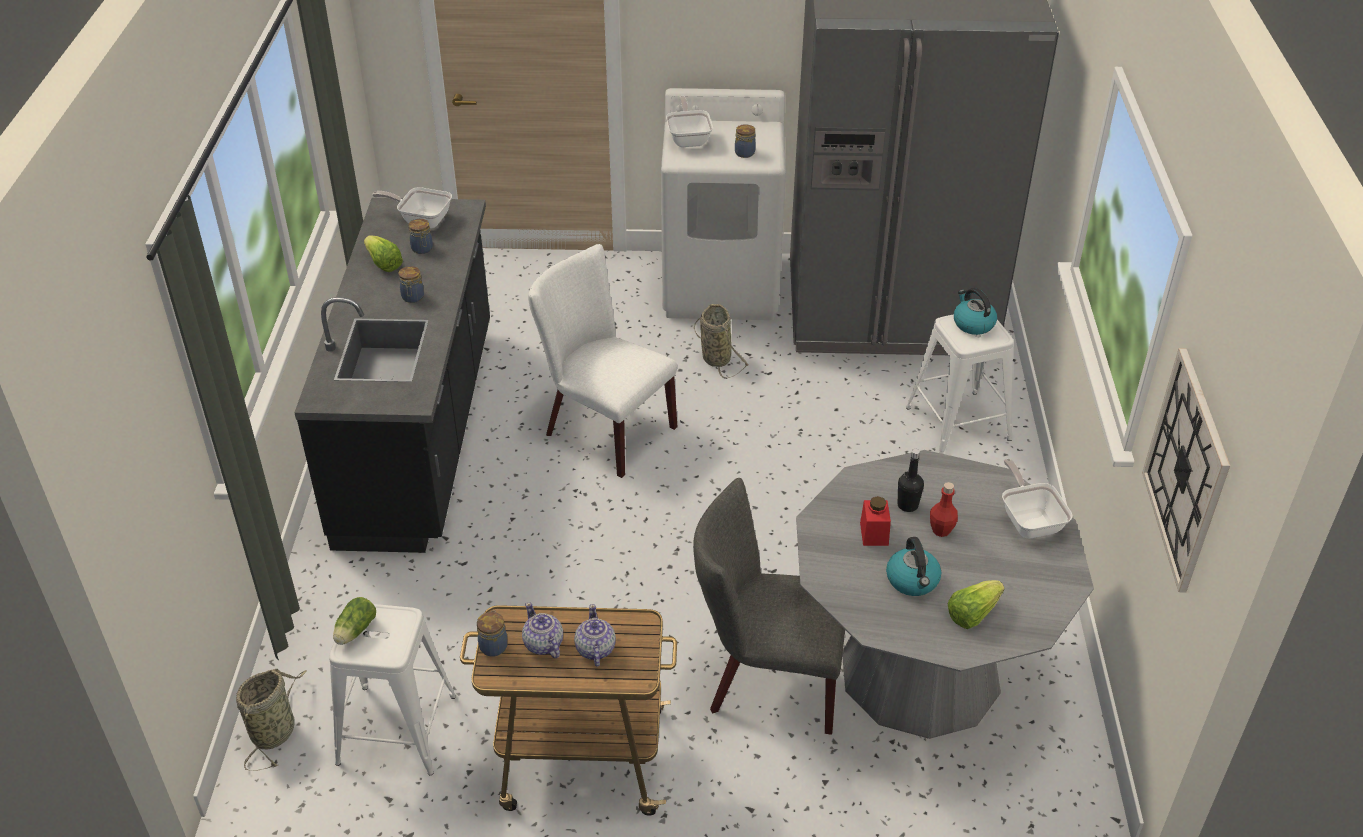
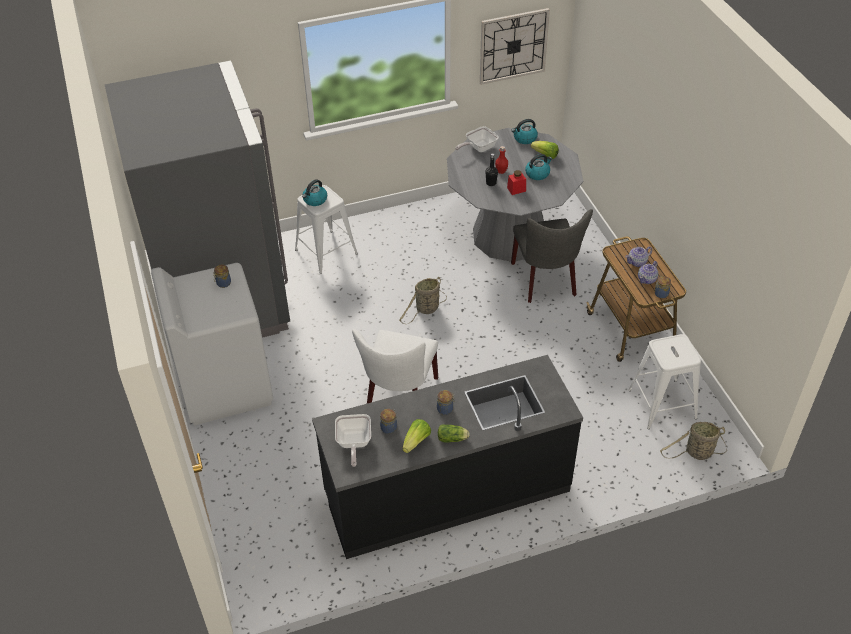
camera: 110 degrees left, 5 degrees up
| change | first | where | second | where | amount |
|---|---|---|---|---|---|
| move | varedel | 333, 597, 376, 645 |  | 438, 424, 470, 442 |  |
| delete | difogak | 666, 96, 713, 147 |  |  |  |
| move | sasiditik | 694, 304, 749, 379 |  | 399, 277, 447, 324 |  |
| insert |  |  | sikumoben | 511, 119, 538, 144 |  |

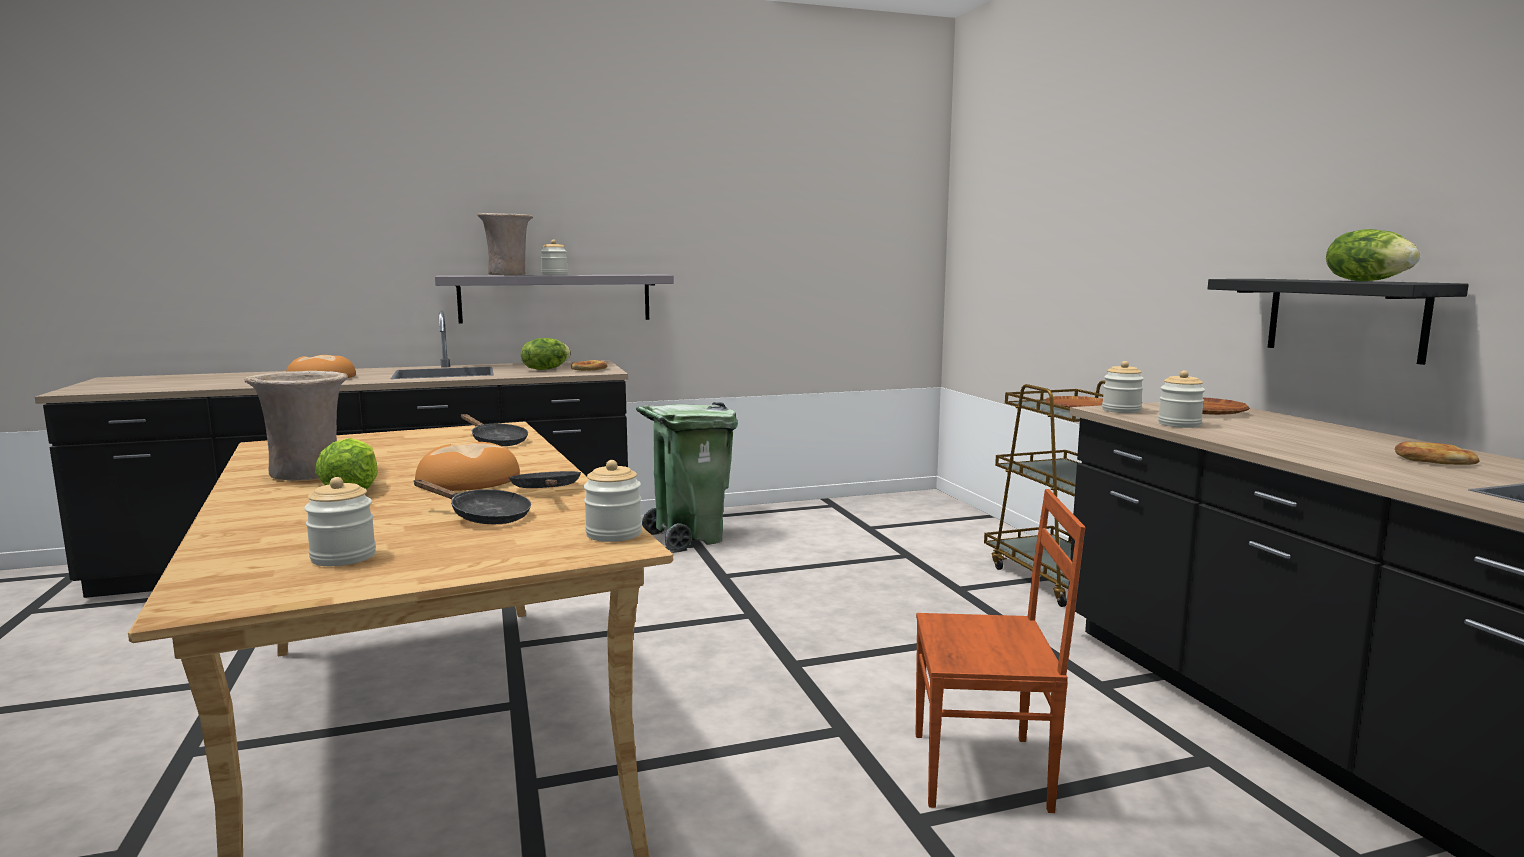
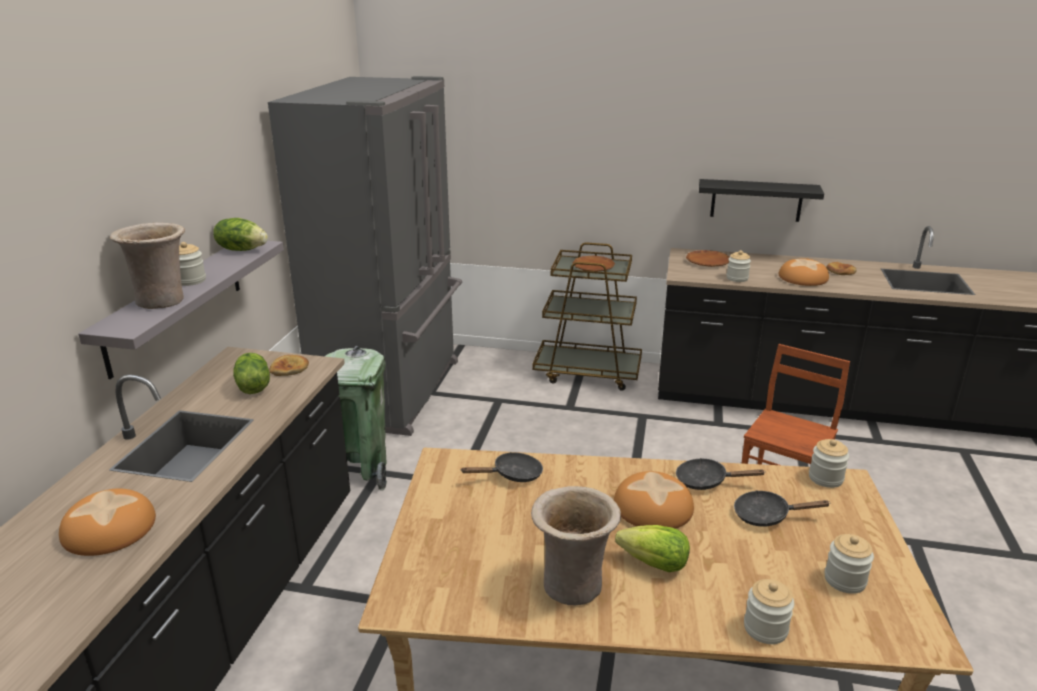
camera: 60 degrees left, 15 degrees up
| change | first | where | second | where | amount |
|---|---|---|---|---|---|
| rotate | difogak (black) | 413, 479, 531, 524 |  | 734, 490, 831, 527 | 135 degrees counterclockwise |
| move | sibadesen | 1102, 361, 1144, 413 |  | 744, 579, 794, 644 |  |
| move | varedel | 1326, 229, 1420, 281 |  | 213, 218, 268, 251 |  |
| insert |  |  | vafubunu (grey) | 268, 76, 462, 436 |  |
| insert |  |  | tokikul | 779, 258, 829, 286 |  |

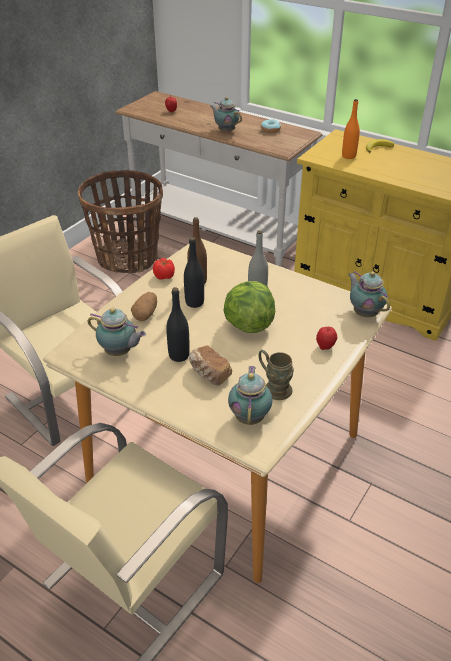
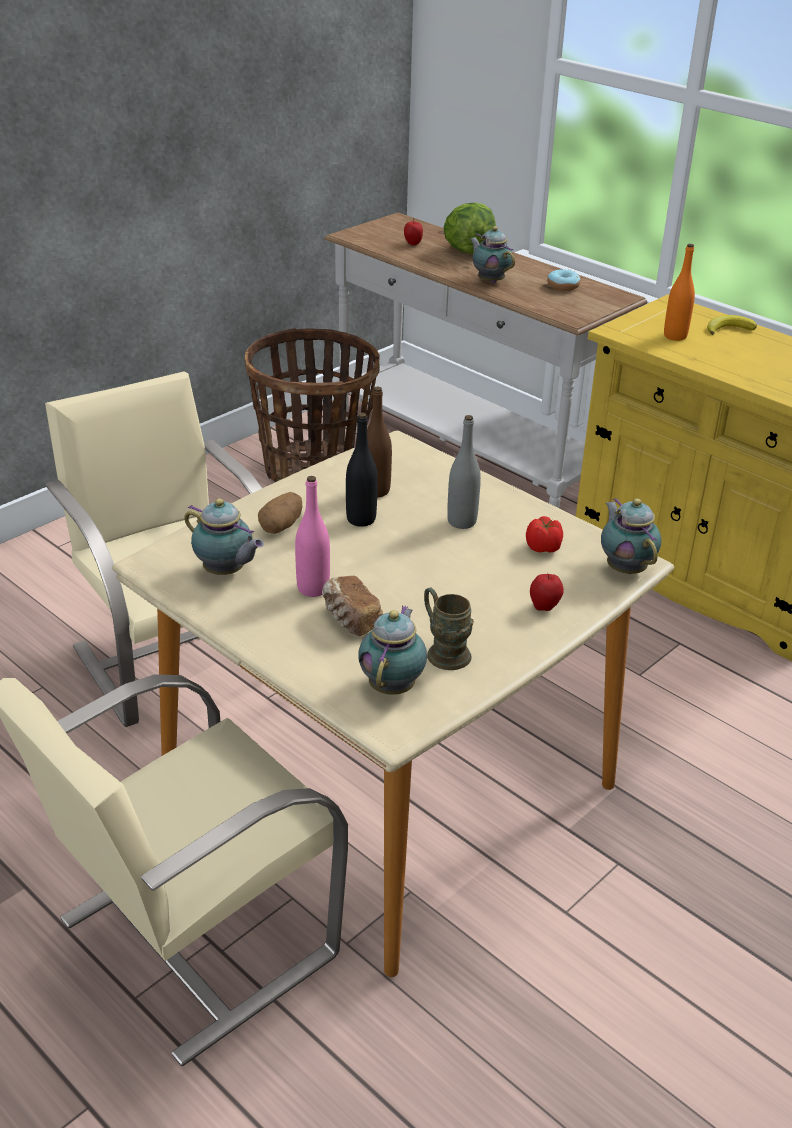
camera: 10 degrees right, 5 degrees down
| change | first | where | second | where | amount |
|---|---|---|---|---|---|
| move | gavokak | 153, 258, 175, 280 |  | 526, 516, 563, 552 |  |
| recolor | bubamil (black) | 166, 287, 190, 362 | bubamil (pink) | 295, 476, 330, 597 |  |
| move | varedel | 223, 281, 275, 333 |  | 443, 202, 496, 254 |  |

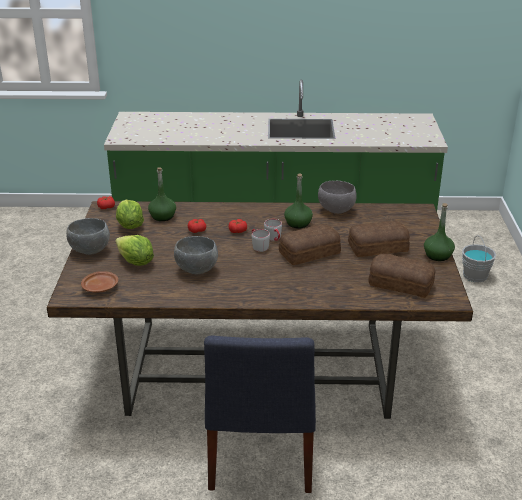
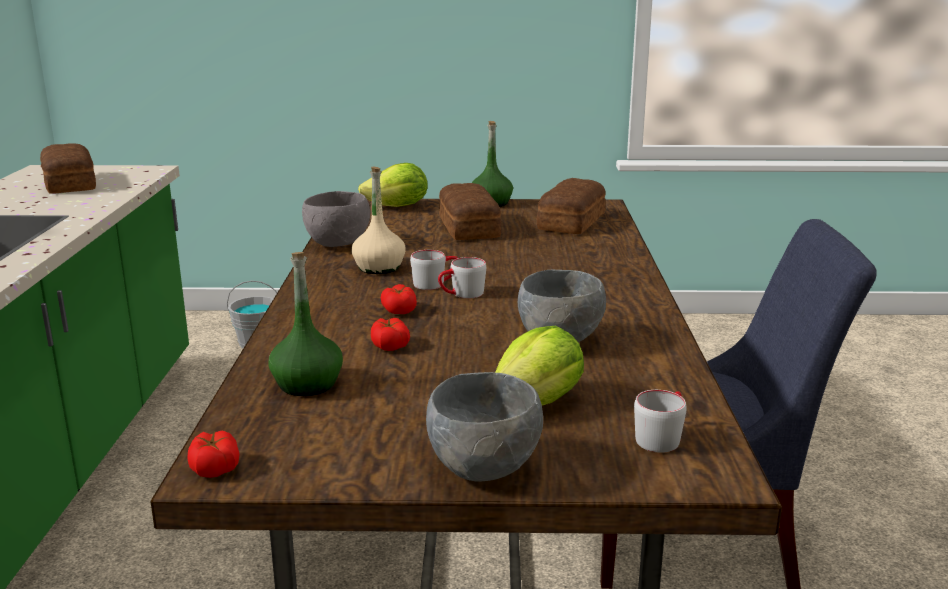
camera: 90 degrees left, 10 degrees down
| change | first | where | second | where | amount |
|---|---|---|---|---|---|
| replace | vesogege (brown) | 81, 271, 118, 293 | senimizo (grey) | 634, 390, 687, 453 |  |
| move | varedel | 116, 200, 144, 229 |  | 358, 163, 428, 207 |  |
| move | tokikul | 279, 224, 341, 265 |  | 40, 143, 96, 194 |  |
| recolor | bubamil (green) | 284, 174, 313, 228 | bubamil (beige) | 352, 167, 405, 274 |  |

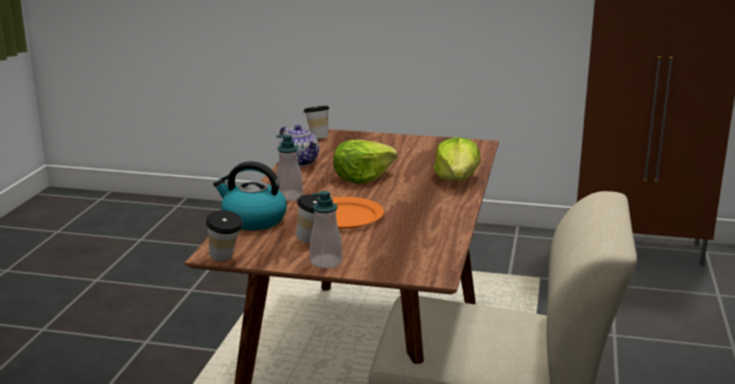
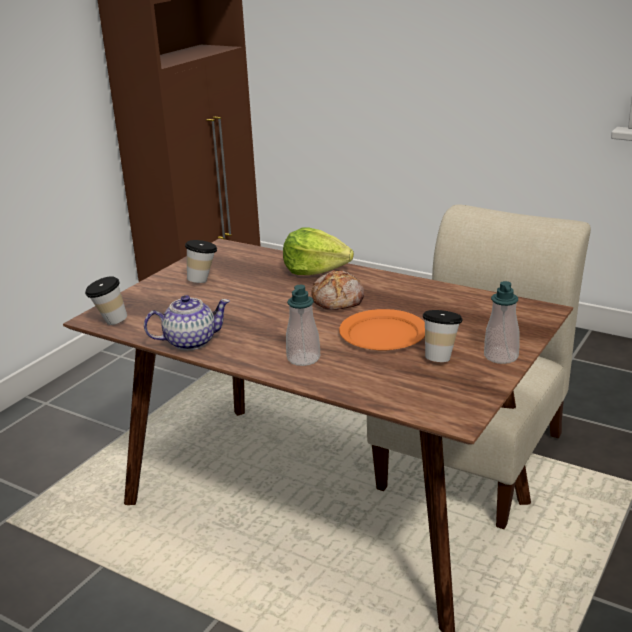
camera: 70 degrees left, 5 degrees up
| change | first | where | second | where | amount |
|---|---|---|---|---|---|
| move | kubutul | 206, 210, 243, 261 |  | 185, 240, 217, 283 |  |
| delete | sikumoben | 213, 161, 287, 231 |  |  |  |
| delete | varedel | 333, 140, 397, 184 |  |  |  |
| insert |  |  | tokikul | 311, 270, 364, 310 |  |

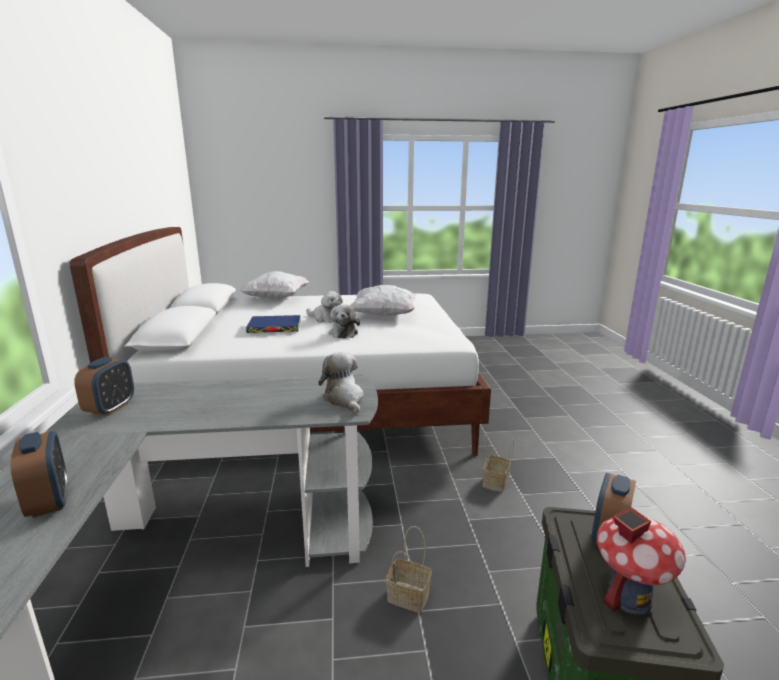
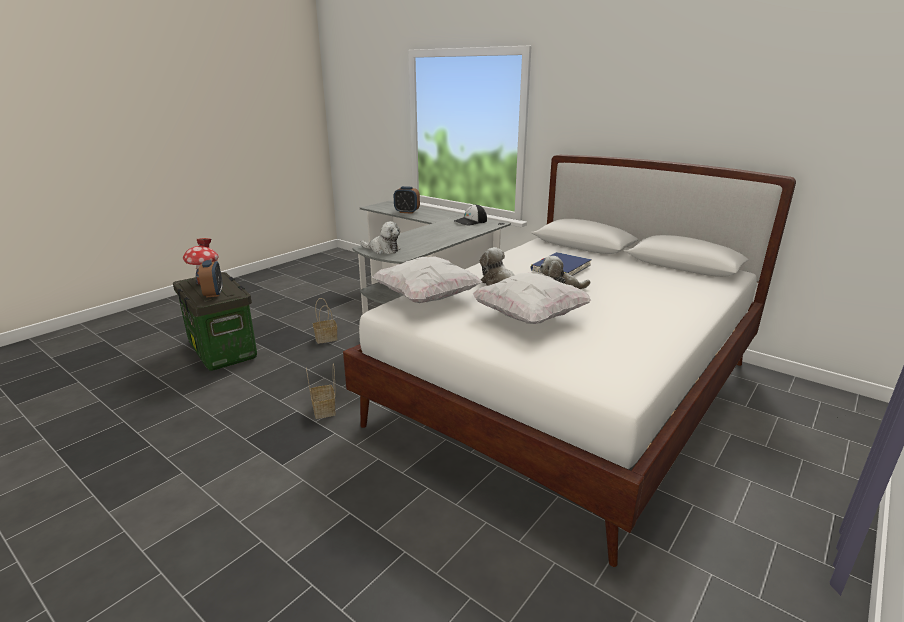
camera: 135 degrees right, 5 degrees up
| change | first | where | second | where | amount |
|---|---|---|---|---|---|
| replace | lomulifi | 74, 357, 134, 416 | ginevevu | 454, 204, 487, 226 |  |
| move | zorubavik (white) | 239, 271, 309, 300 |  | 373, 256, 482, 303 |  |

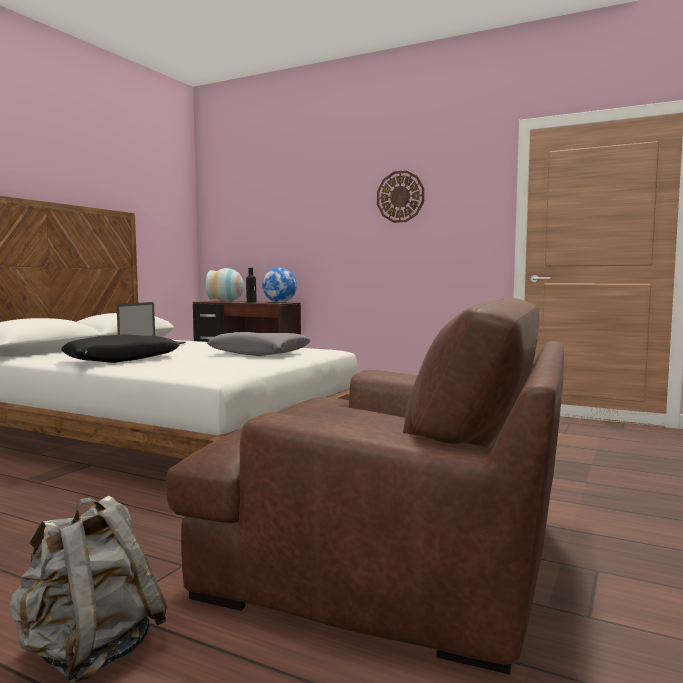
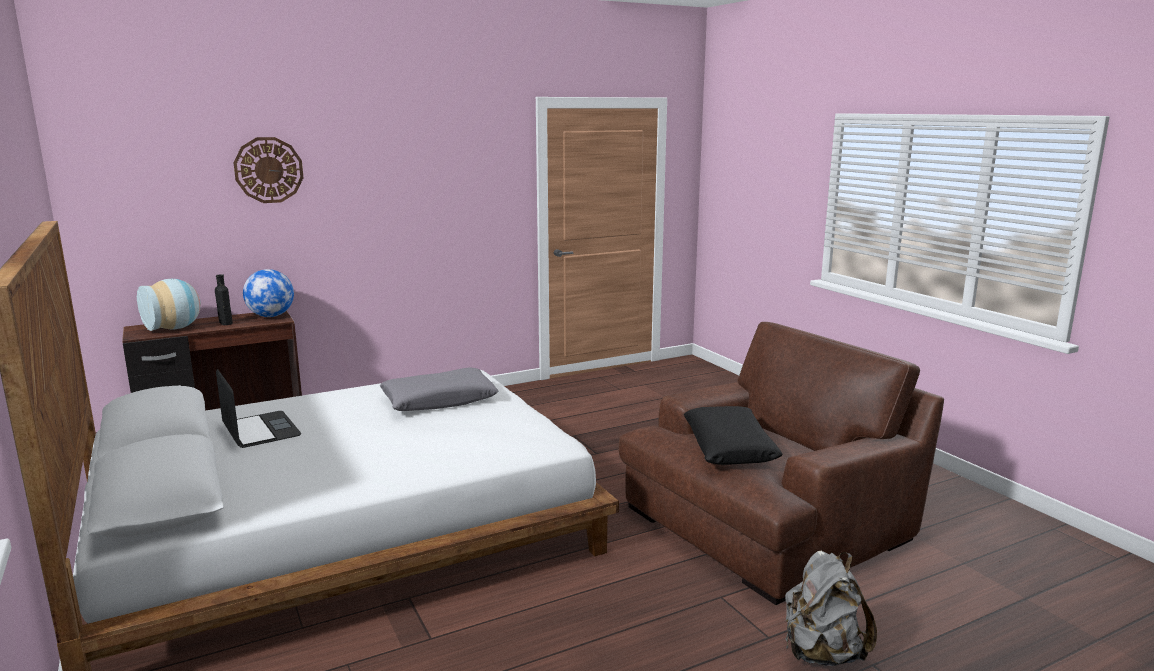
camera: 55 degrees left, 10 degrees up
| change | first | where | second | where | amount |
|---|---|---|---|---|---|
| move | zorubavik (black) | 61, 334, 179, 363 |  | 684, 406, 783, 465 |  |
| move | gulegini | 377, 170, 424, 223 |  | 233, 137, 303, 203 |  |

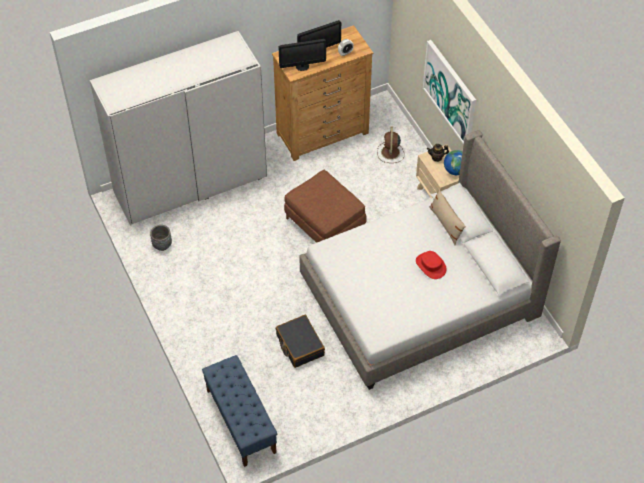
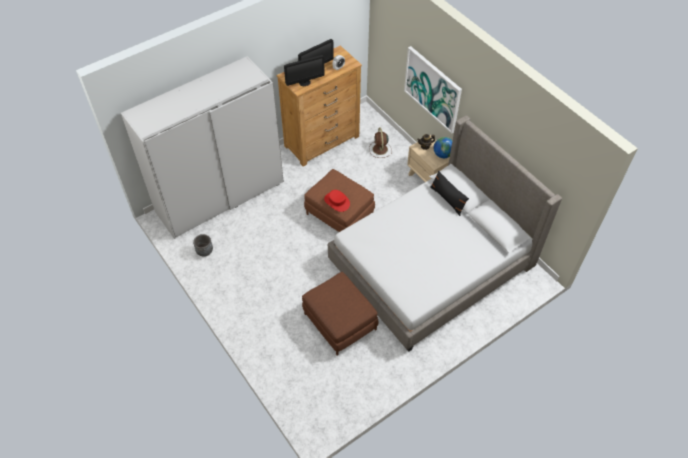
camera: 10 degrees left, 0 degrees up
| change | first | where | second | where | amount |
|---|---|---|---|---|---|
| delete | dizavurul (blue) | 202, 355, 277, 467 |  |  |  |
| replace | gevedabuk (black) | 276, 315, 325, 368 | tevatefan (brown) | 302, 272, 378, 355 |  |
| move | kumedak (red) | 416, 251, 447, 279 |  | 324, 190, 350, 212 |  |
| recolor | zorubavik (beige) | 429, 189, 466, 245 | zorubavik (black) | 430, 170, 469, 216 |  |

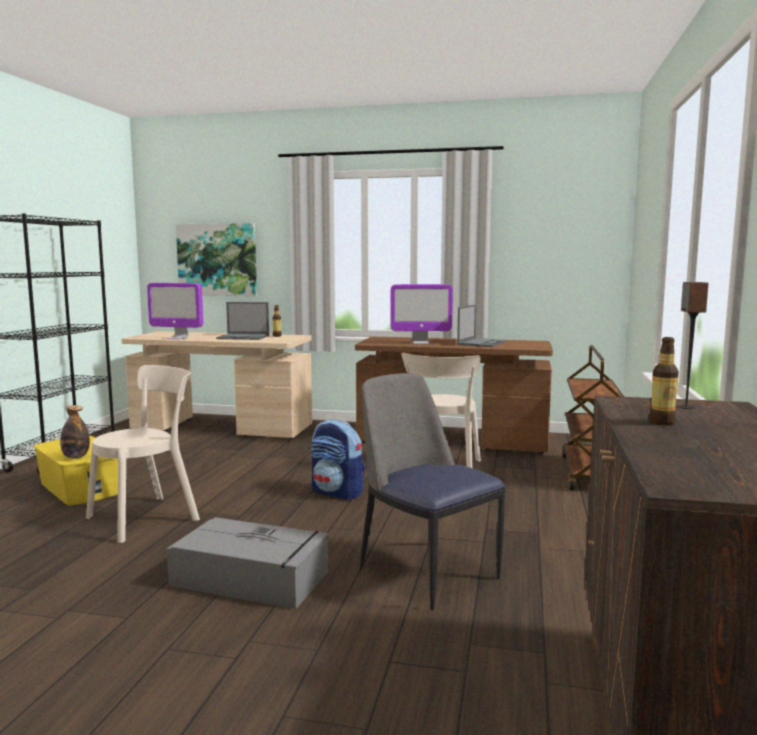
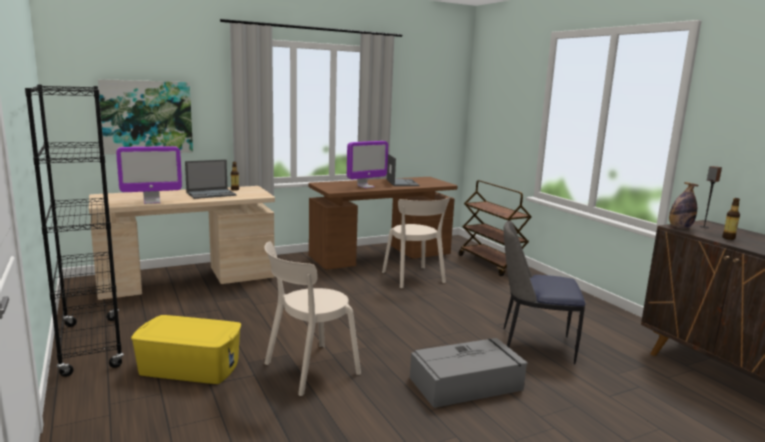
camera: 40 degrees left, 5 degrees up
| change | first | where | second | where | amount |
|---|---|---|---|---|---|
| move | bubamil | 60, 405, 90, 458 |  | 669, 182, 699, 229 |  |
| rotate | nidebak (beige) | 86, 365, 200, 543 |  | 264, 241, 361, 396 | 135 degrees counterclockwise |
| delete | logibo | 311, 419, 365, 500 |  |  |  |

